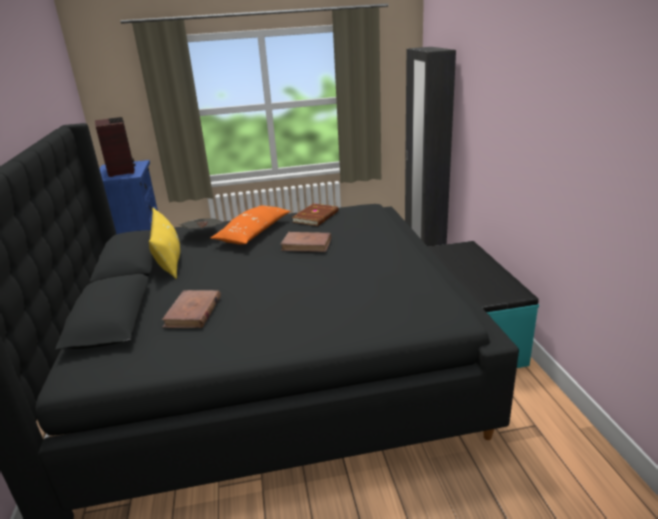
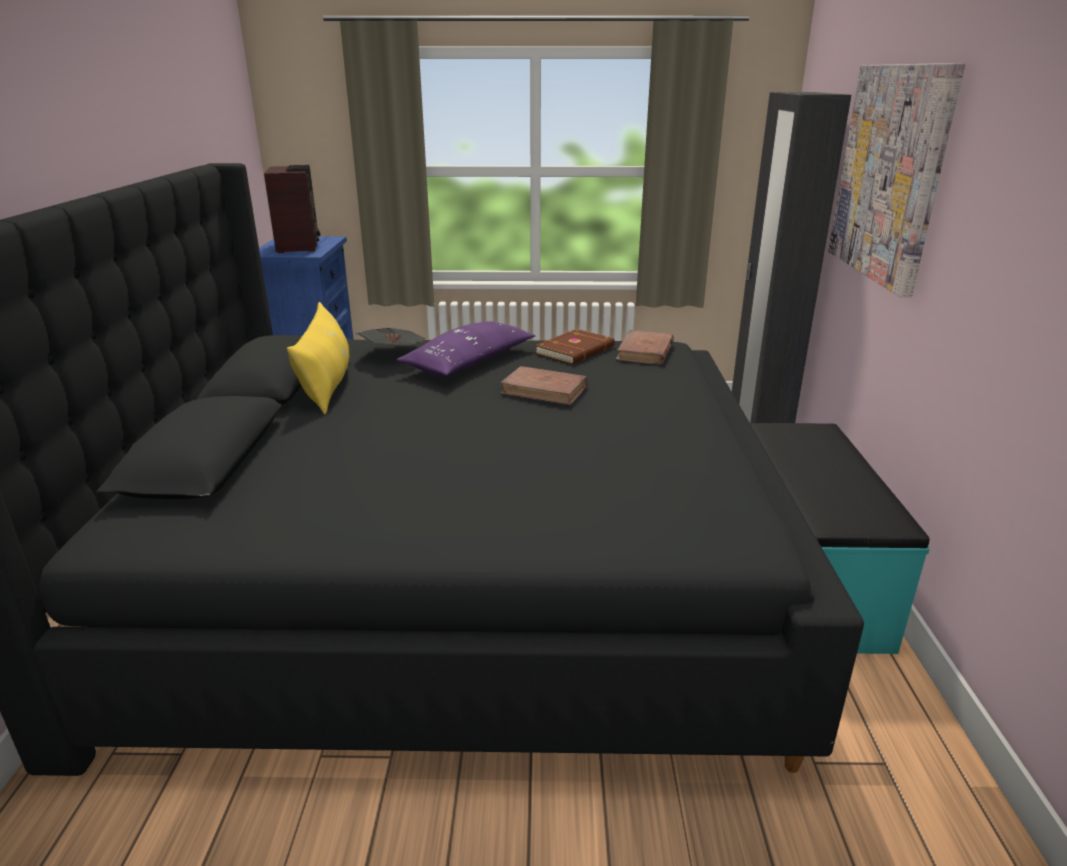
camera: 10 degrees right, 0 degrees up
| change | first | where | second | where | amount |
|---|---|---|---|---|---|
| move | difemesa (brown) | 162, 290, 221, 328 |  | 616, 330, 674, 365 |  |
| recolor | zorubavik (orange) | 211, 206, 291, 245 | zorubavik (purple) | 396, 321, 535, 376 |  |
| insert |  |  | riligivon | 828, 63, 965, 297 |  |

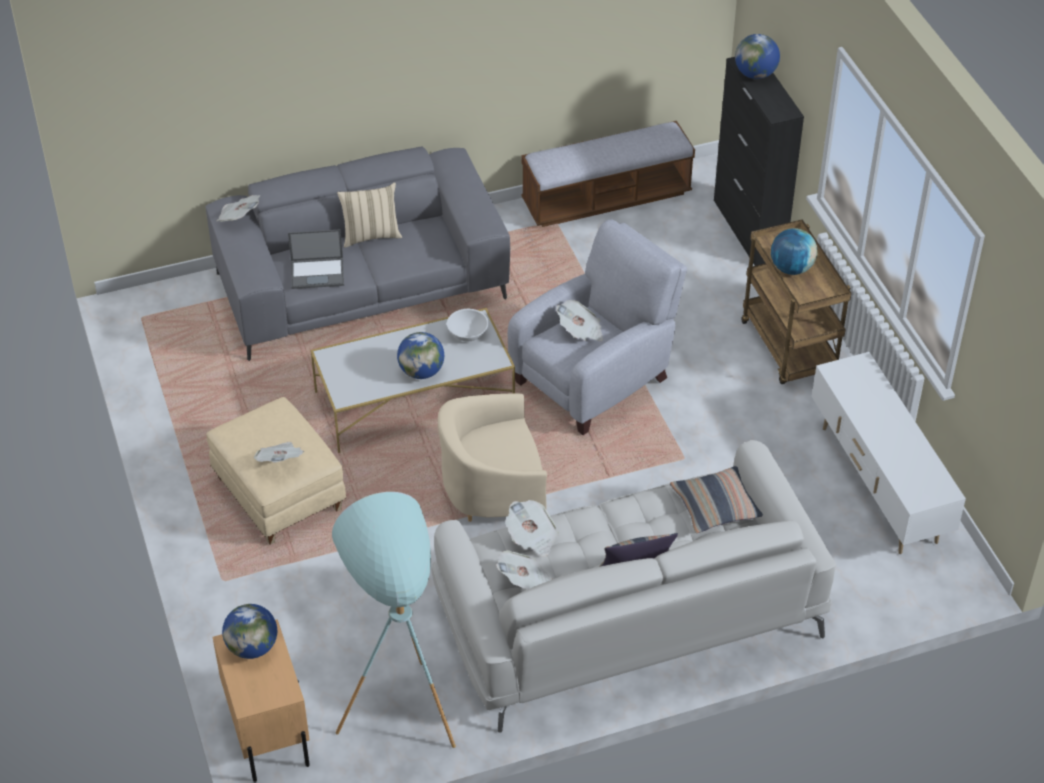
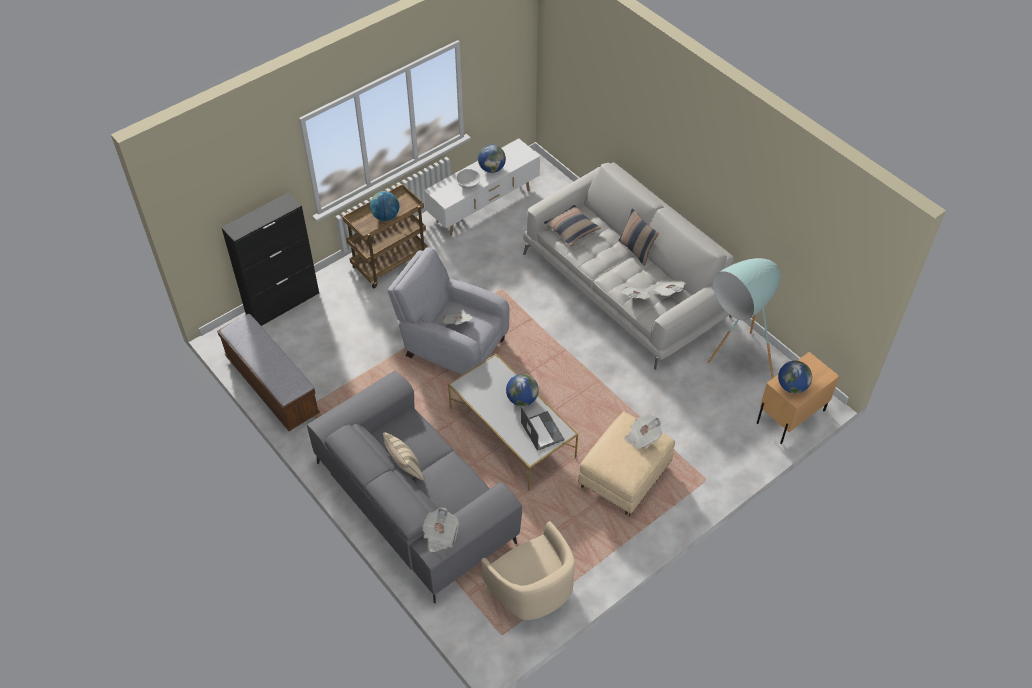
camera: 110 degrees left, 5 degrees up
| change | first | where | second | where | amount |
|---|---|---|---|---|---|
| move | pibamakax | 288, 229, 344, 289 |  | 521, 406, 564, 451 |  |
| move | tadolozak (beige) | 438, 393, 547, 522 |  | 481, 521, 575, 621 |  |
| move | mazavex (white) | 447, 309, 489, 341 |  | 456, 169, 481, 189 |  |
| move | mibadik | 735, 34, 780, 79 |  | 478, 145, 506, 173 |  |

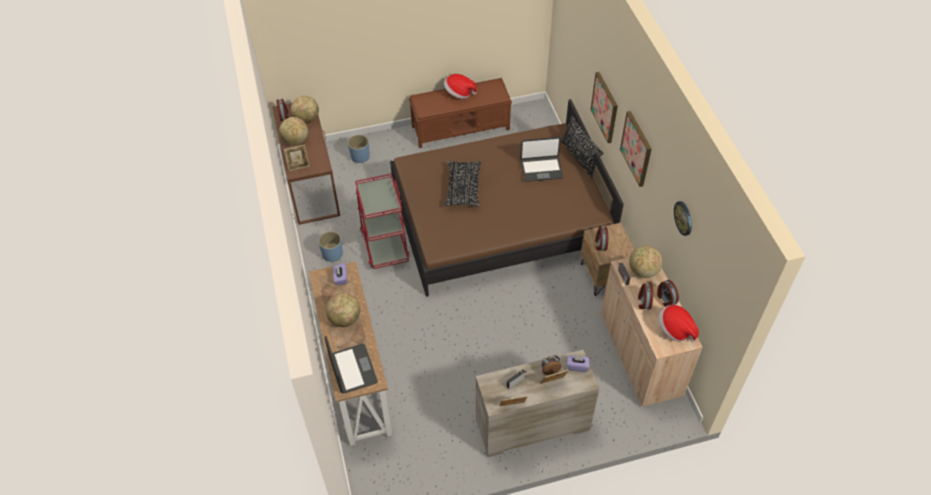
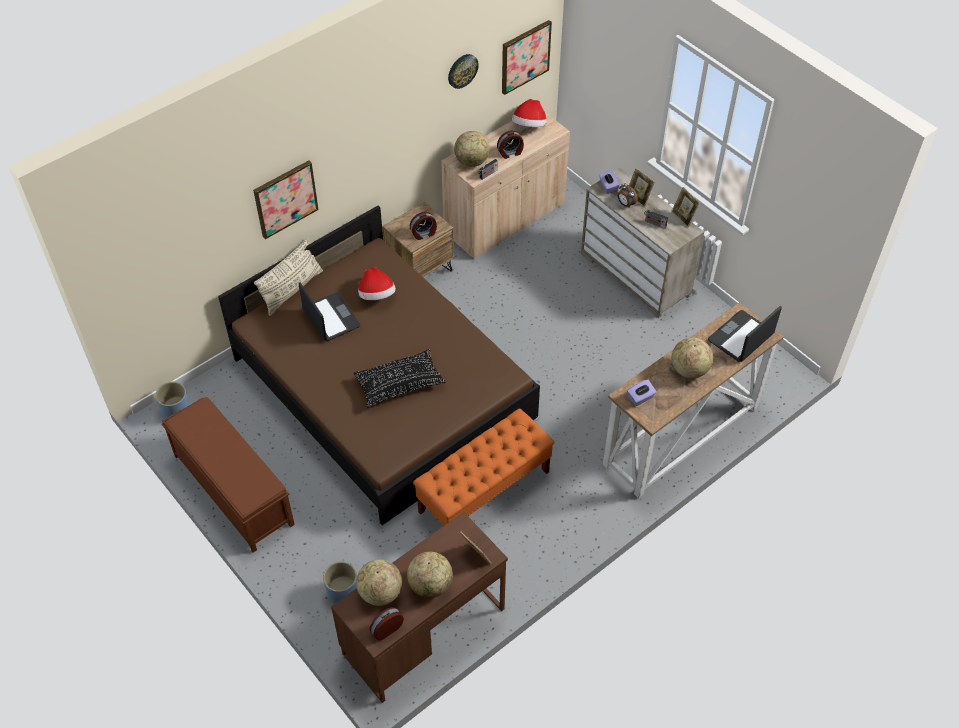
camera: 115 degrees left, 0 degrees up
| change | first | where | second | where | amount |
|---|---|---|---|---|---|
| move | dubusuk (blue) | 318, 231, 343, 262 |  | 155, 382, 189, 419 |  |
| replace | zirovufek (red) | 355, 174, 409, 269 | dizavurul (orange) | 413, 408, 554, 526 |  |
| move | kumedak | 444, 74, 477, 99 |  | 358, 267, 396, 300 |  |
| recolor | zorubavik (black) | 560, 116, 604, 178 | zorubavik (beige) | 254, 238, 323, 316 |  |
| move | riligivon | 620, 111, 652, 187 |  | 502, 20, 552, 95 |  |
| delete | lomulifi | 657, 280, 679, 307 |  |  |  |

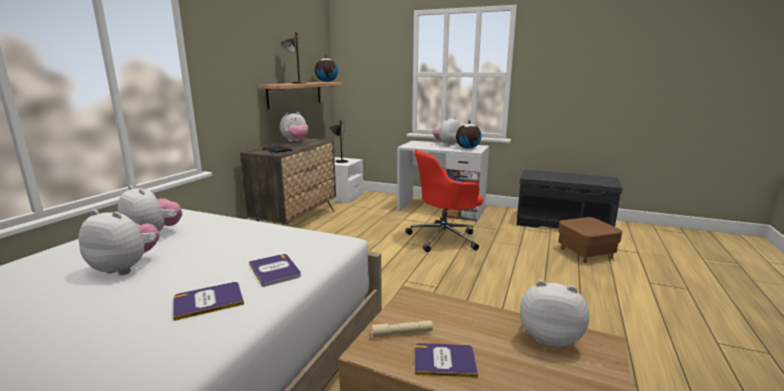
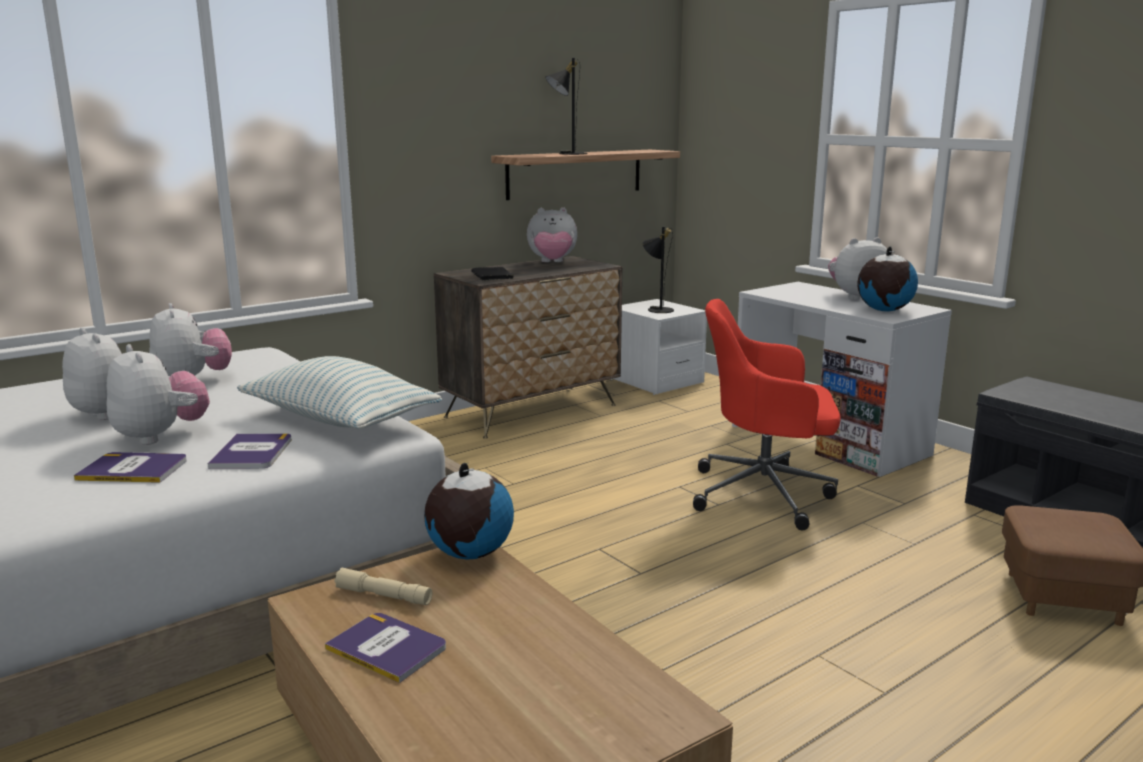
camera: 30 degrees right, 0 degrees up
| change | first | where | second | where | amount |
|---|---|---|---|---|---|
| move | mibadik | 315, 55, 338, 82 |  | 424, 463, 514, 559 |  |
| move | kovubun | 520, 280, 590, 348 |  | 107, 344, 210, 445 |  |
| insert |  |  | zorubavik | 237, 356, 442, 429 |  |

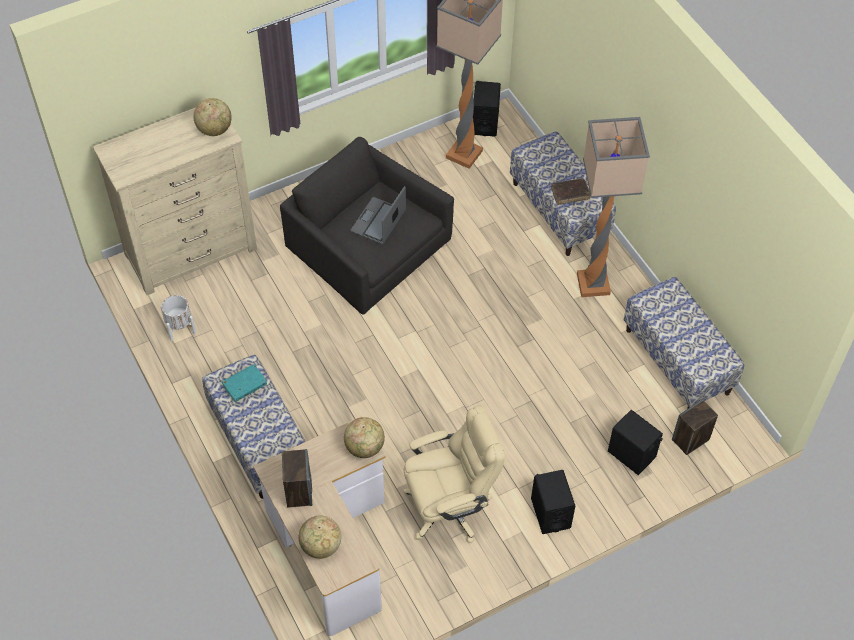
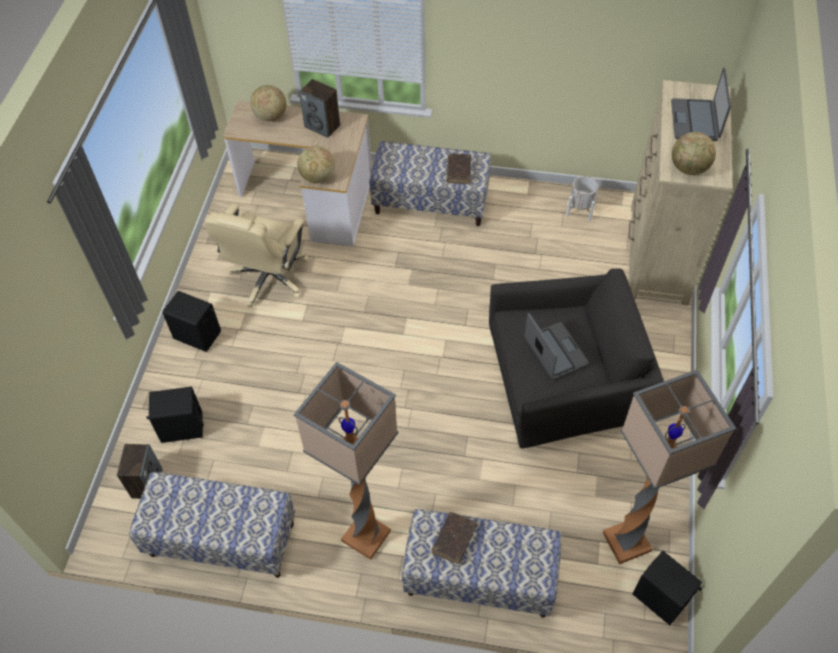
camera: 130 degrees right, 0 degrees up
| change | first | where | second | where | amount |
|---|---|---|---|---|---|
| recolor | difemesa (turquoise) | 222, 364, 267, 402 | difemesa (brown) | 447, 154, 472, 184 |  |
| insert |  |  | pibamakax | 671, 68, 731, 141 |  |

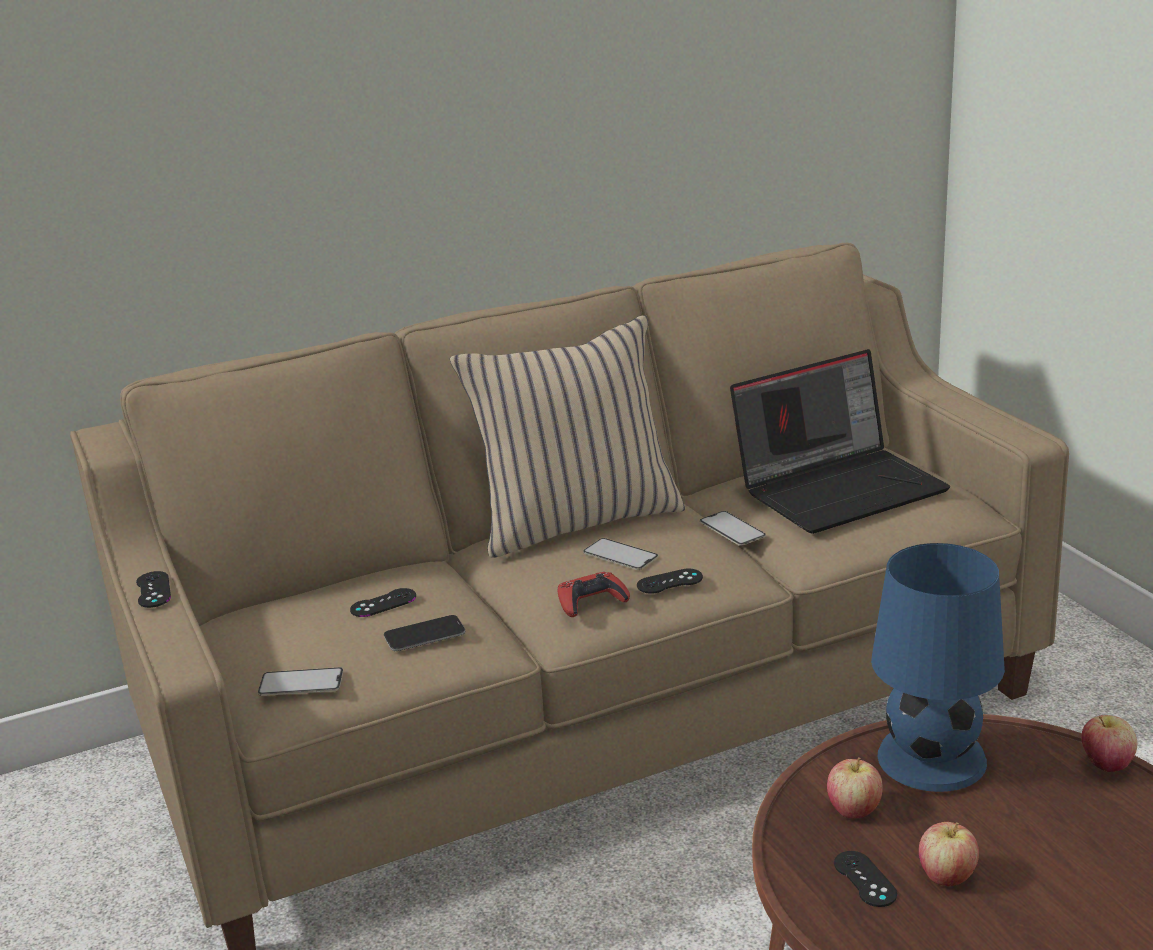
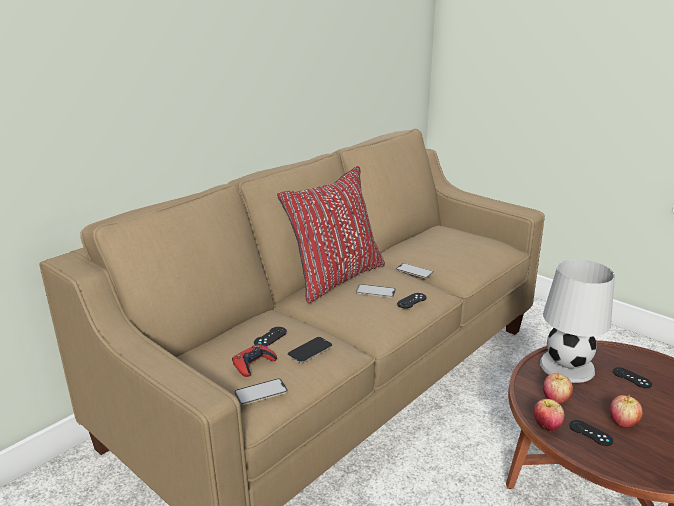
camera: 25 degrees left, 0 degrees up
| change | first | where | second | where | amount |
|---|---|---|---|---|---|
| move | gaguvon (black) | 136, 571, 171, 608 |  | 613, 367, 652, 388 |  |
| recolor | zorubavik (beige) | 450, 315, 685, 558 | zorubavik (red) | 277, 166, 385, 303 |  |
| move | gaguvon (red) | 558, 572, 630, 617 |  | 232, 344, 277, 377 |  |
| delete | pibamakax | 730, 349, 950, 534 |  |  |  |
| recolor | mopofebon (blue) | 871, 543, 1005, 792 | mopofebon (white) | 540, 259, 615, 383 |  |
| move | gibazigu | 1082, 715, 1137, 772 |  | 534, 399, 564, 431 |  |

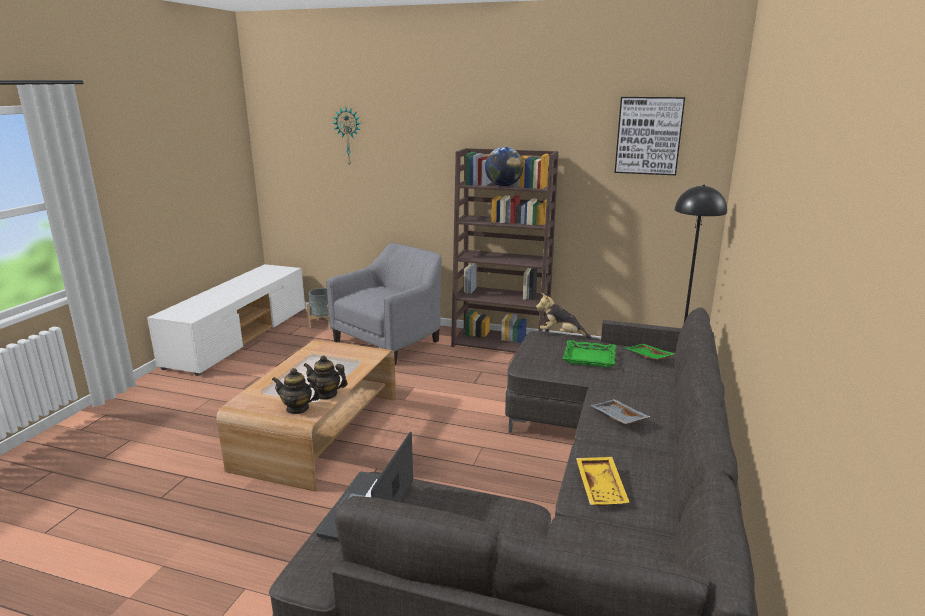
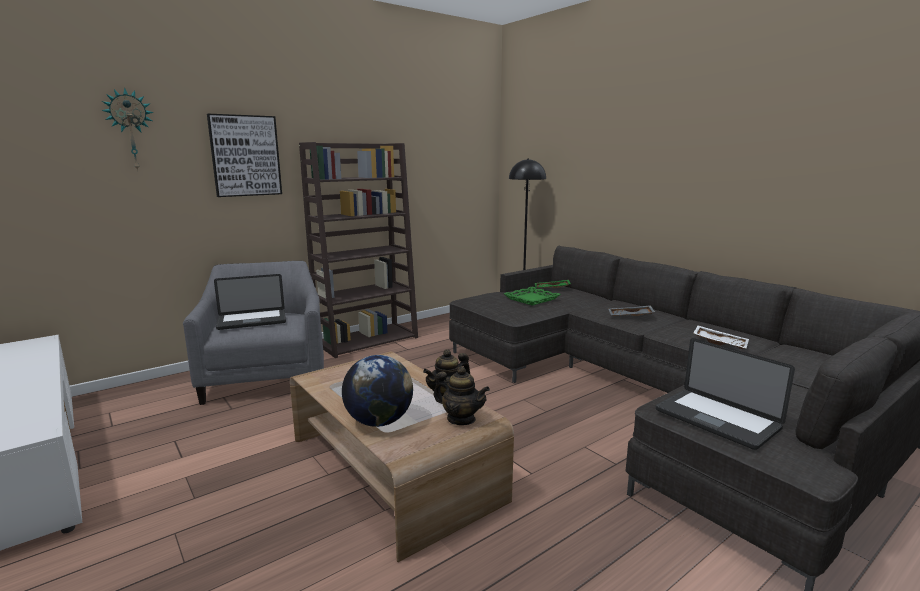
camera: 55 degrees left, 5 degrees down
| change | first | where | second | where | amount |
|---|---|---|---|---|---|
| rotate | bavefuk | 272, 368, 321, 414 |  | 434, 366, 490, 425 | 105 degrees counterclockwise |
| delete | dubusuk (grey) | 306, 288, 332, 330 |  |  |  |
| move | mibadik | 485, 147, 523, 186 |  | 342, 355, 413, 427 |  |
| delete | kovubun | 536, 293, 592, 339 |  |  |  |
| recolor | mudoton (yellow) | 576, 457, 630, 506 | mudoton (white) | 693, 325, 749, 350 |  |
| move | riligivon | 615, 97, 685, 175 |  | 207, 114, 282, 197 |  |
| insert |  |  | pibamakax | 214, 274, 286, 330 |  |

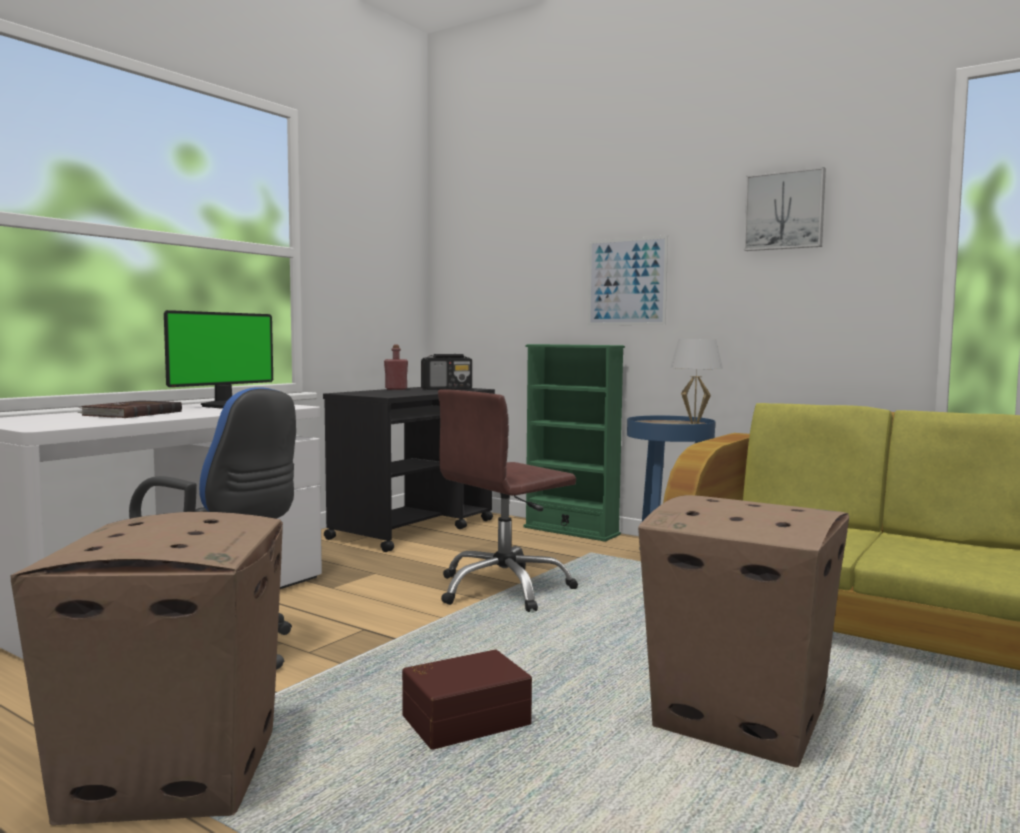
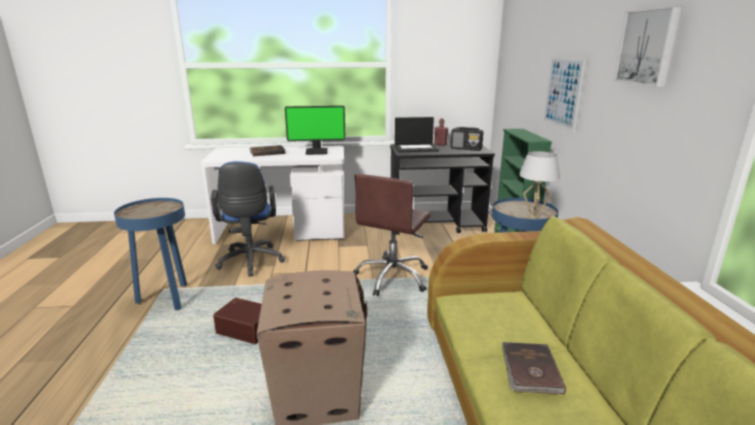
camera: 50 degrees right, 15 degrees up
| change | first | where | second | where | amount |
|---|---|---|---|---|---|
| replace | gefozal | 11, 512, 283, 825 | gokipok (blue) | 114, 198, 187, 311 |  |
| rotate | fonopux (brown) | 438, 389, 578, 612 |  | 353, 174, 430, 296 | 75 degrees counterclockwise |
| insert |  |  | pibamakax | 395, 117, 439, 152 |  |
| insert |  |  | difemesa (brown) | 502, 342, 566, 394 |  |

